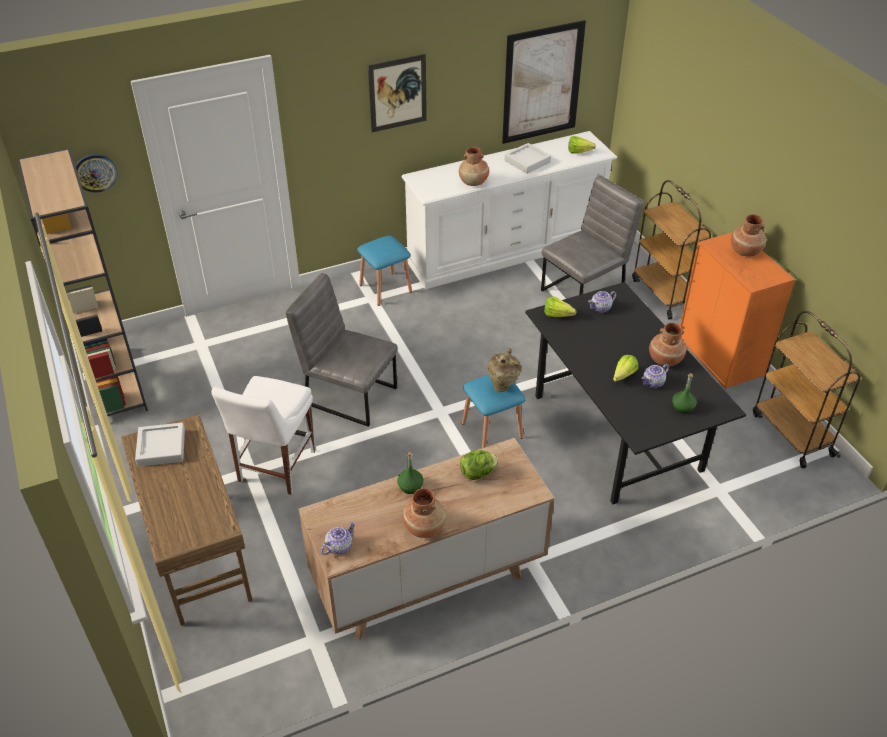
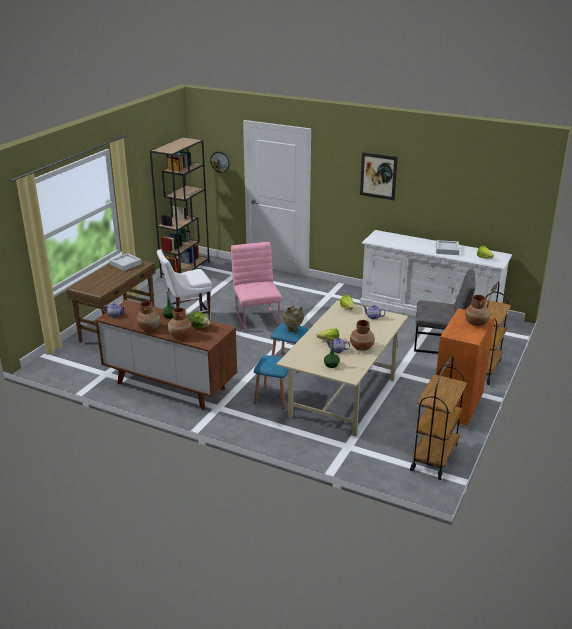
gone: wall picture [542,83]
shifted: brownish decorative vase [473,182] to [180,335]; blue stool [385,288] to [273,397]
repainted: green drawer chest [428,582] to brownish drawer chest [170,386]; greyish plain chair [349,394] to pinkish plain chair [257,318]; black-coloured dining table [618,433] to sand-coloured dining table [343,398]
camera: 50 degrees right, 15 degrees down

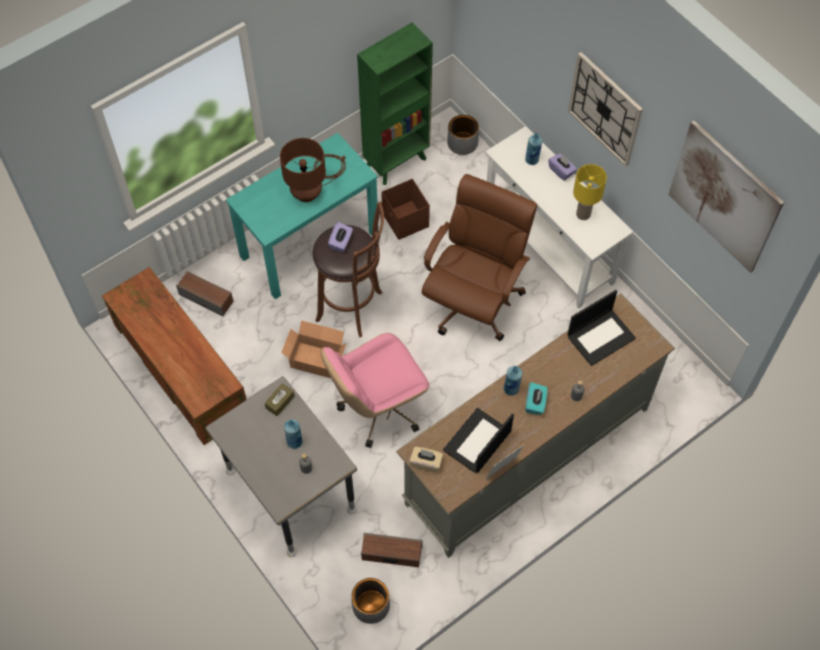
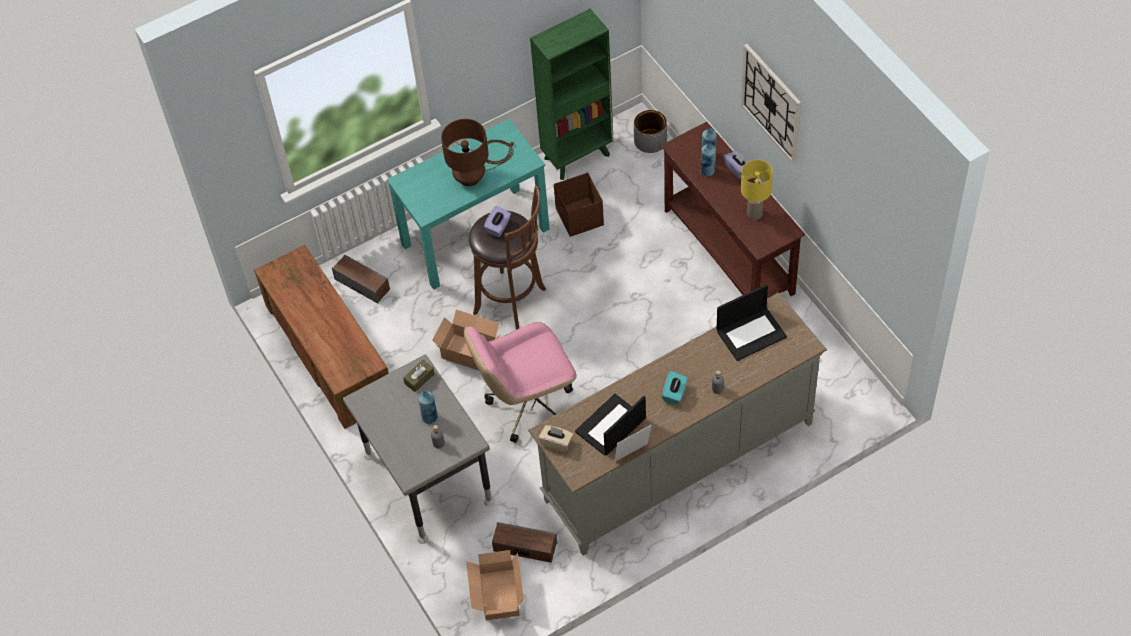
gone: brownish desk chair [473,302]; wall picture [724,197]
shifted: blue beverage bottle [511,389] to [708,171]
swapped: greyish planter [370,606] to packing box [497,596]
repainted: whitish narrow table [549,246] to brownish narrow table [729,252]
camera: 10 degrees right, 5 degrees down

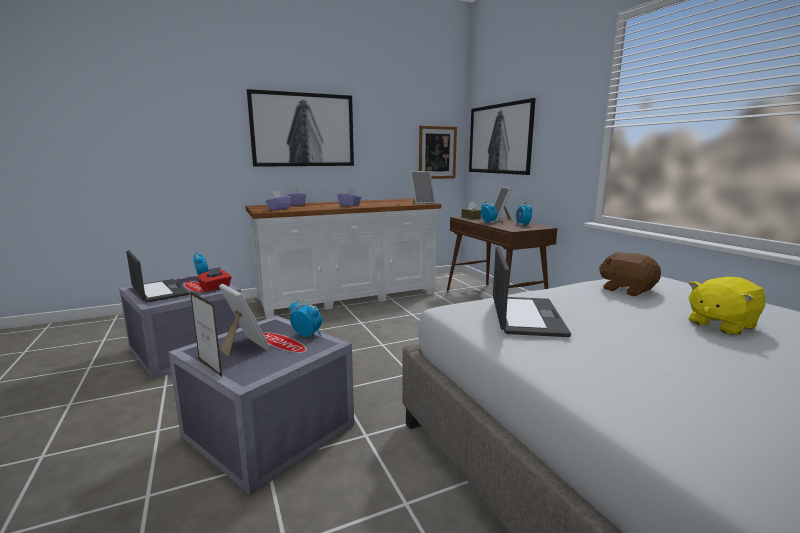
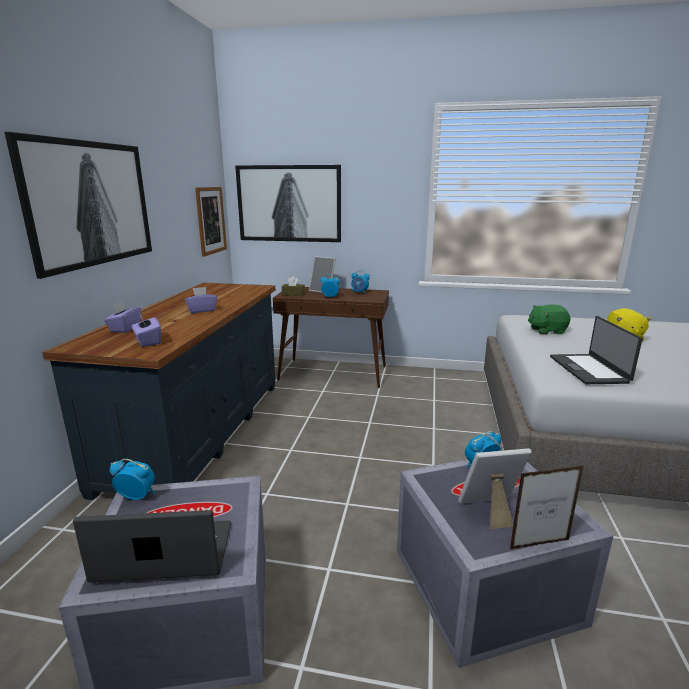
gone: red-coloured tissue holder [215,288]; photo frame [421,203]
repainted: whitish drawer chest [348,296] to blue drawer chest [201,431]; brownish plush toy [627,290] to green plush toy [546,331]
rotated: notebook computer [525,316] = [589,369] 135 degrees counterclockwise
camera: 55 degrees left, 5 degrees up

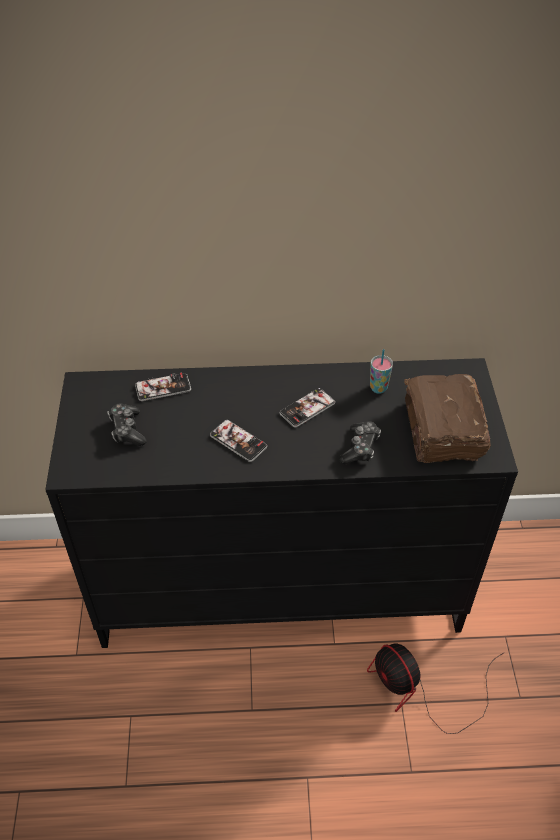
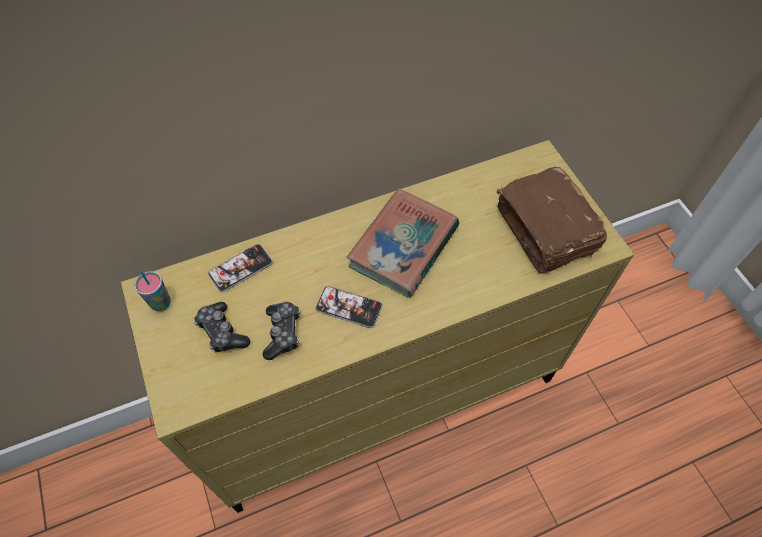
gone: electric fan [420,690]
shifted: drinking cup [378,388] to [161,303]; gamepad [360,448] to [283,333]
swapped: handset [307,408] to volume [403,246]
repainted: black-coloured drawer chest [280,586] to sand-coloured drawer chest [380,392]
camera: 20 degrees left, 10 degrees up

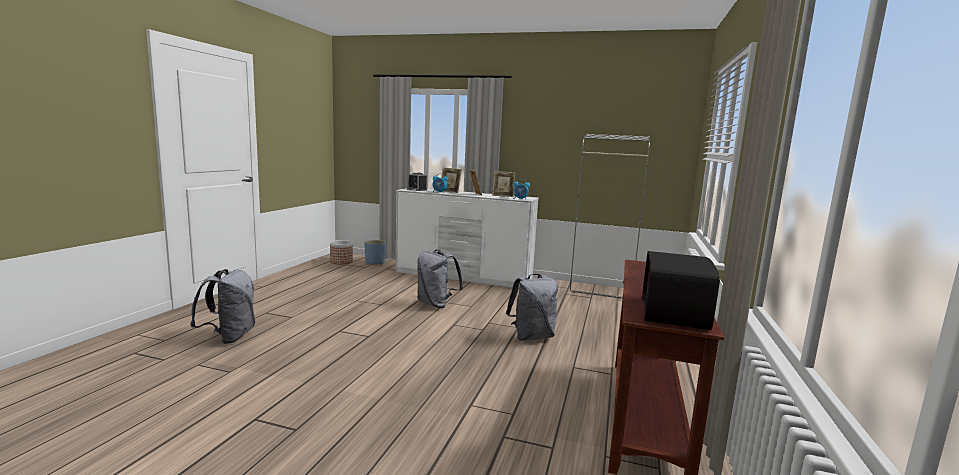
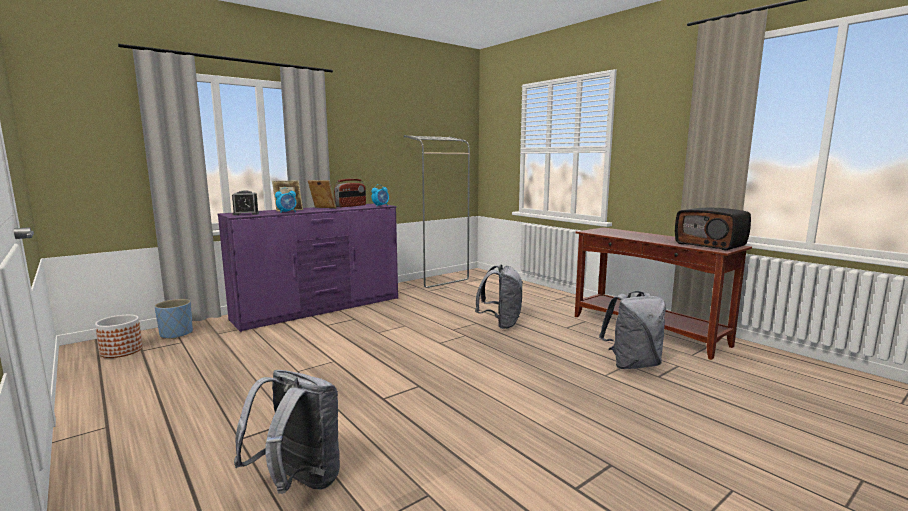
shifted: greyish rucksack [436,304] to [632,364]
swapped: photo frame [503,196] to radio receiver [351,206]
repainted: whitish drawer chest [463,277] to purple drawer chest [320,309]
camera: 55 degrees left, 0 degrees up

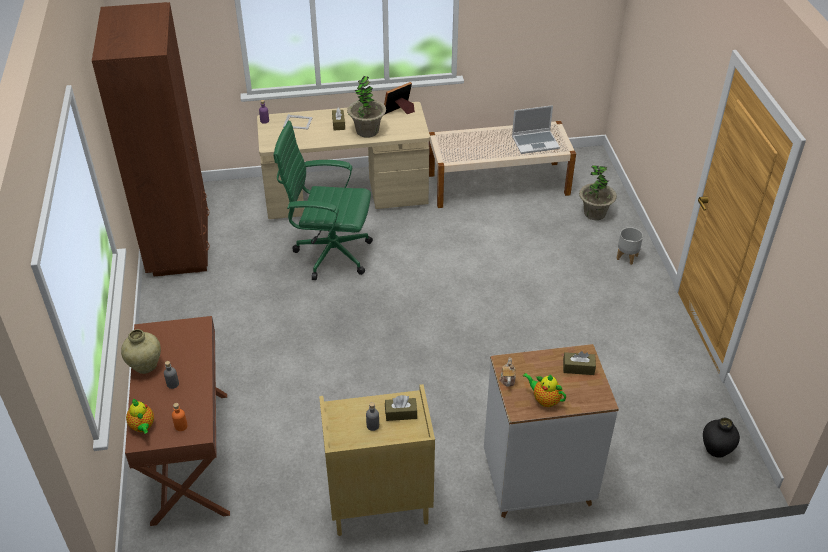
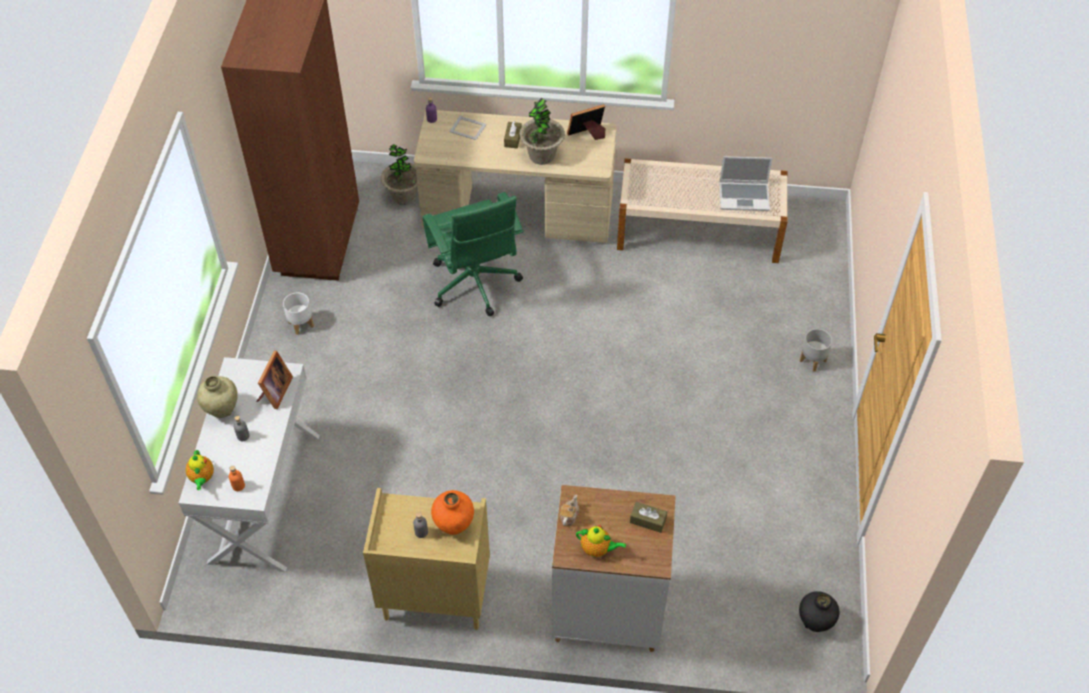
new: photo frame [274,392]; whitish planter [301,324]
shifted: houseplant [594,213] to [404,196]
swapped: brownish tissue holder [401,413] to orangey decorative vase [454,525]
repainted: brownish narrow table [190,456] to whitish narrow table [264,497]
rotated: green desk chair [329,254] = [476,286] 135 degrees counterclockwise; tea pot [544,399] = [597,549] 150 degrees clockwise
camera: 15 degrees right, 10 degrees up

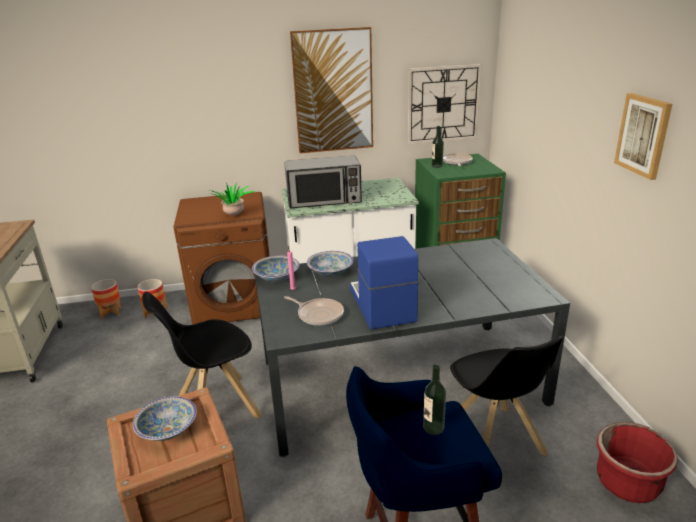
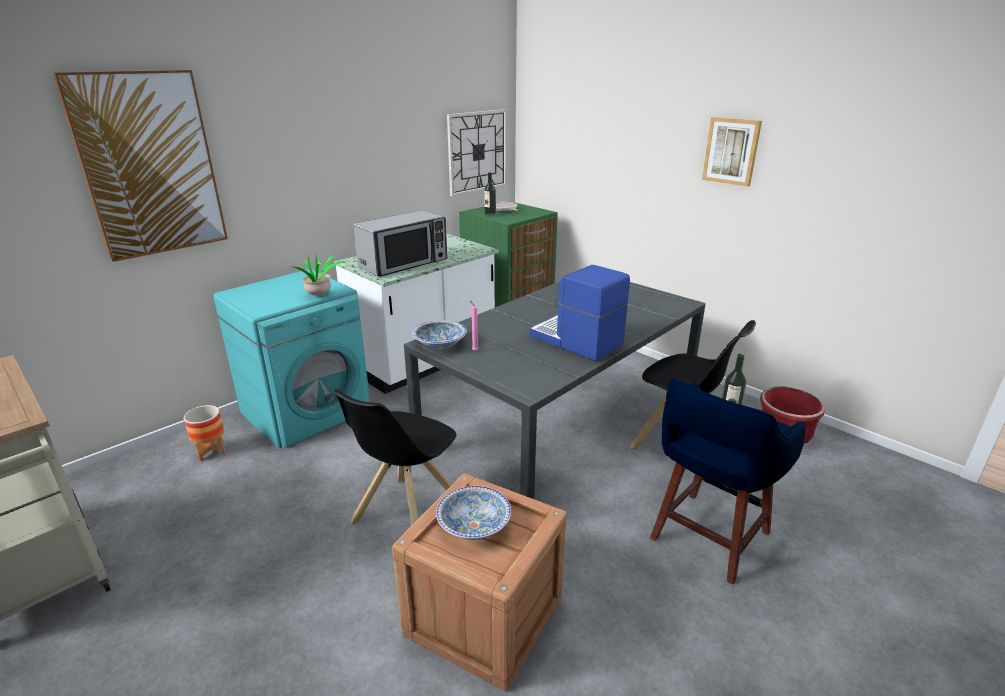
gone: planter [111,313]; skillet [318,314]; serving bowl [330,272]
shifted: wall picture [333,91] to [149,165]
repainted: brownish laundry appliance [235,303] to turquoise laundry appliance [309,411]
camera: 35 degrees left, 0 degrees up

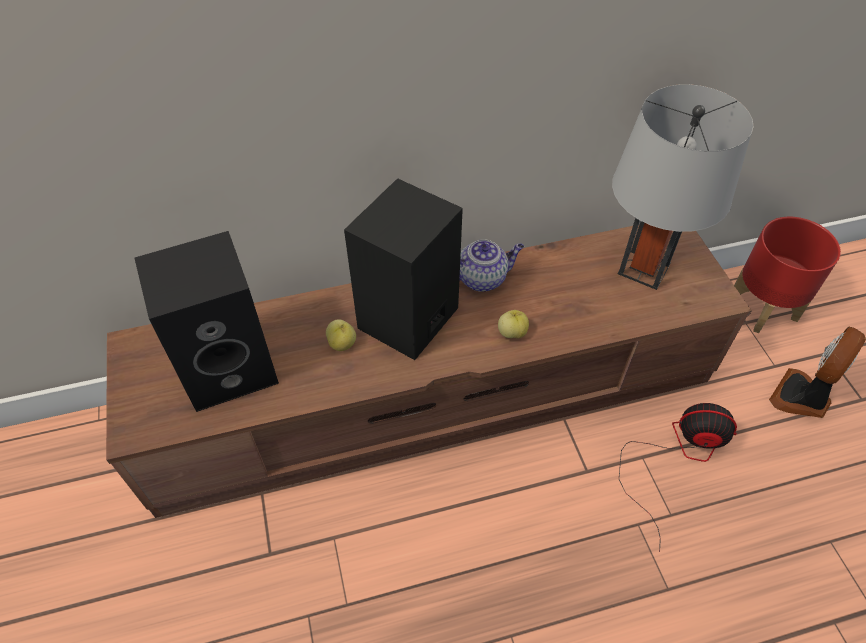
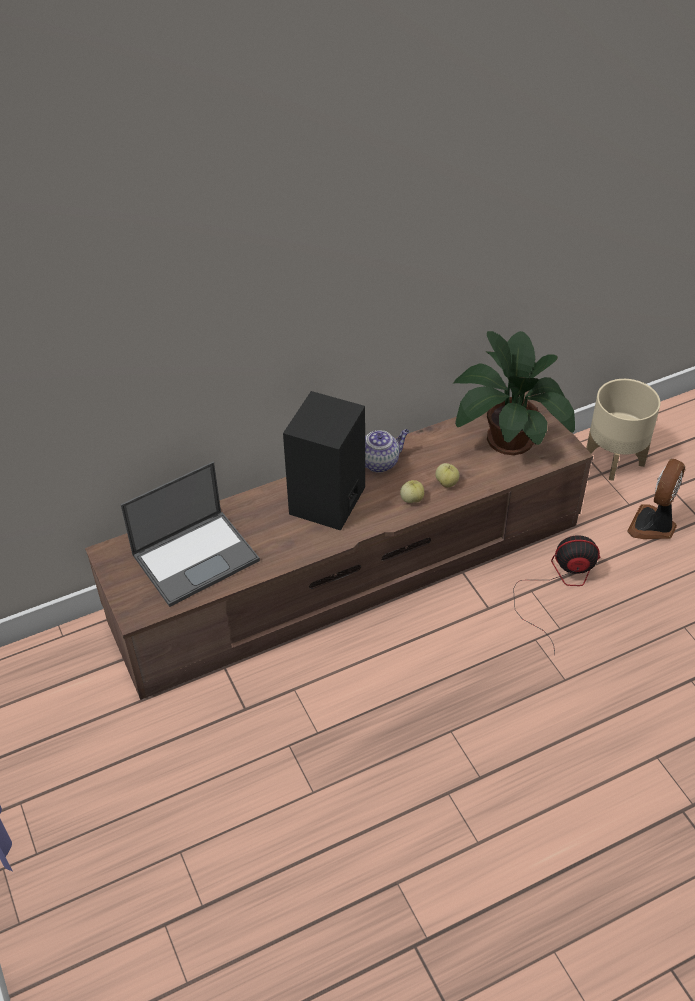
shifted: whole apple [342,343] to [447,482]
swapped: black-coloured loudspeaker [231,366] to notebook computer [196,556]; greyish table lamp [644,269] to houseplant [506,436]
repainted: red-coloured planter [763,307] to sand-coloured planter [615,459]
camera: 10 degrees left, 5 degrees down

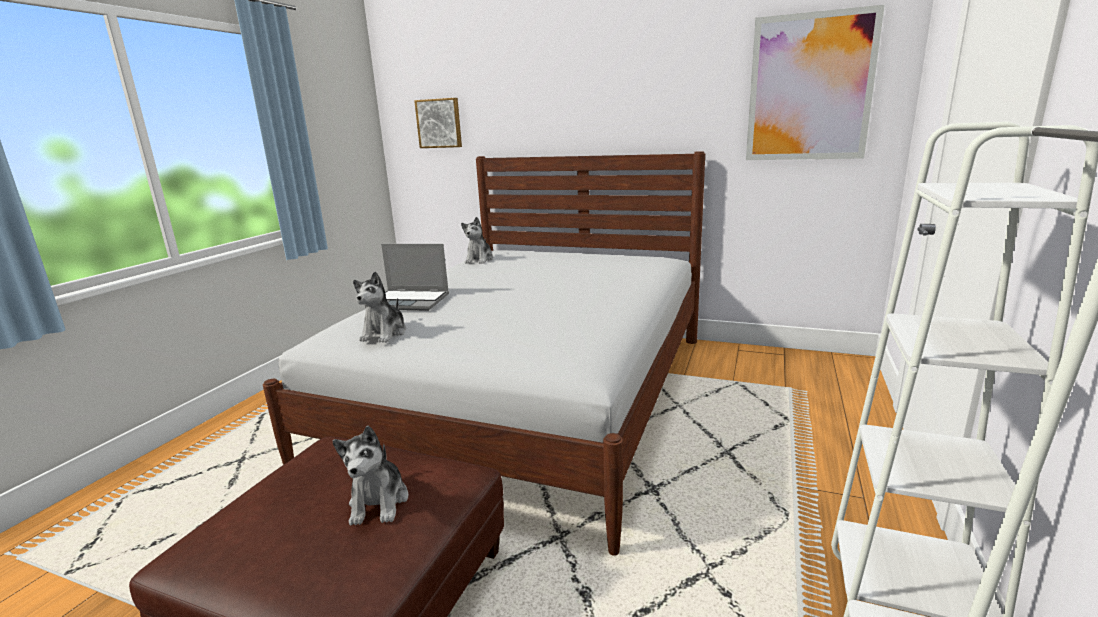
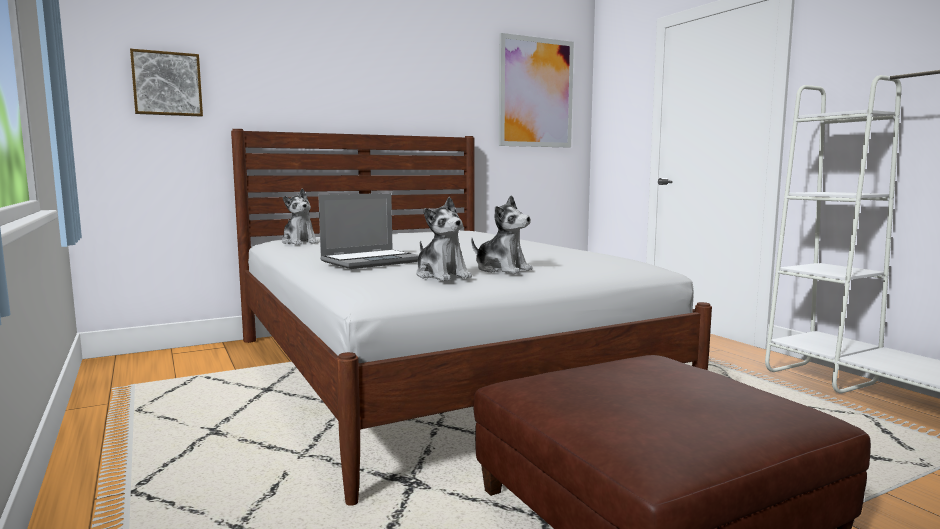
shifted: plush toy [379,502] to [502,269]
camera: 50 degrees left, 10 degrees down

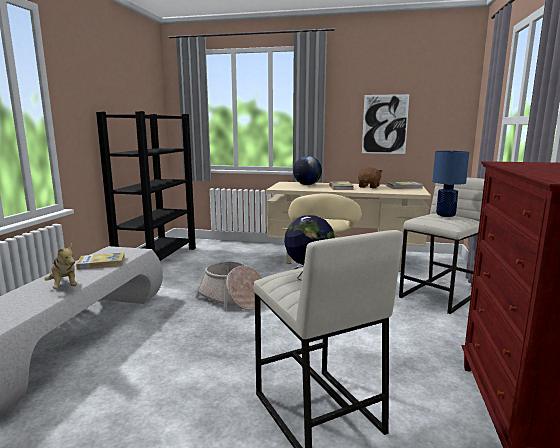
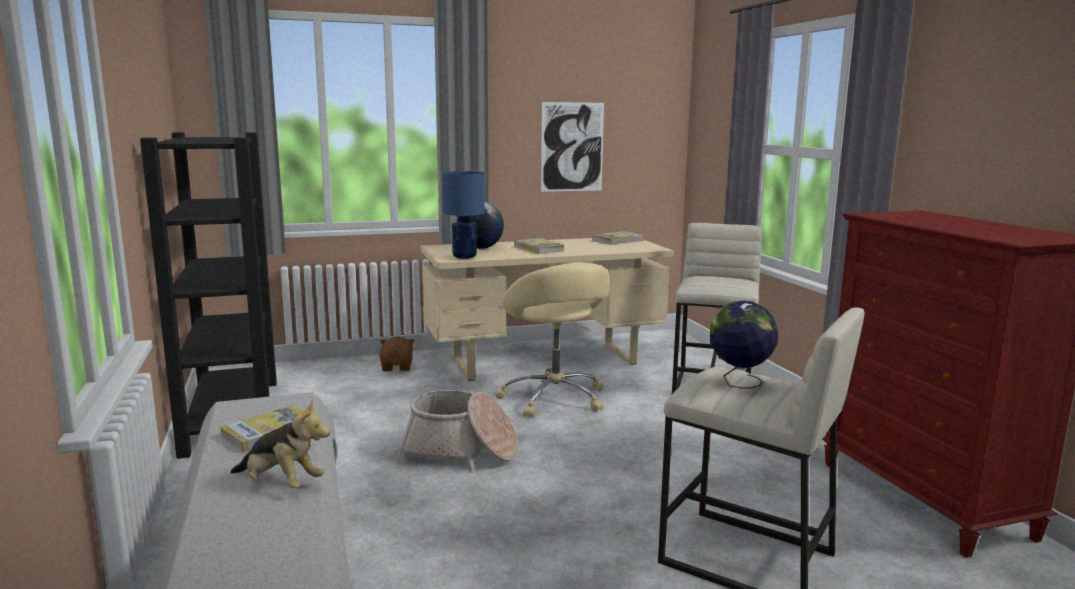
shifted: brownish plush toy [369,187] to [397,367]; blue table lamp [445,216] to [464,257]
camera: 30 degrees left, 0 degrees up

